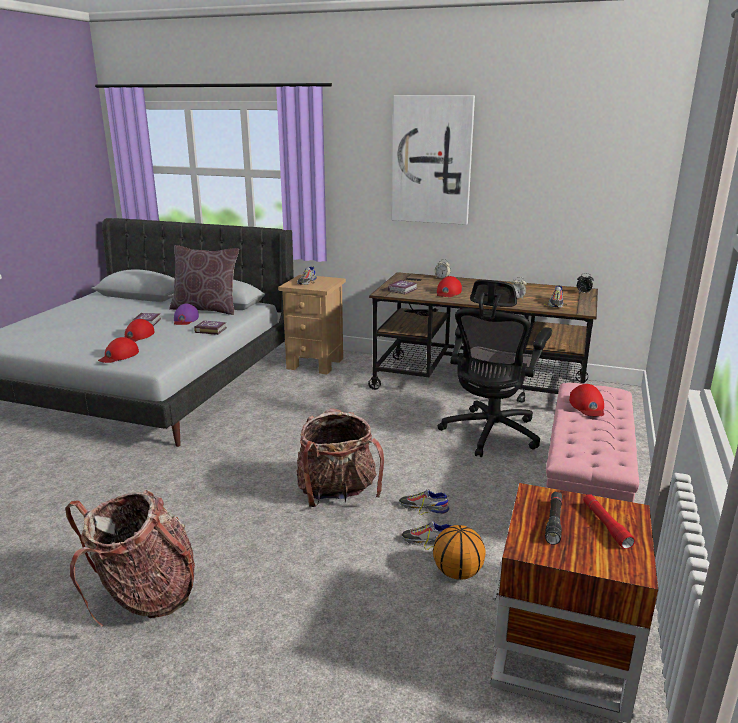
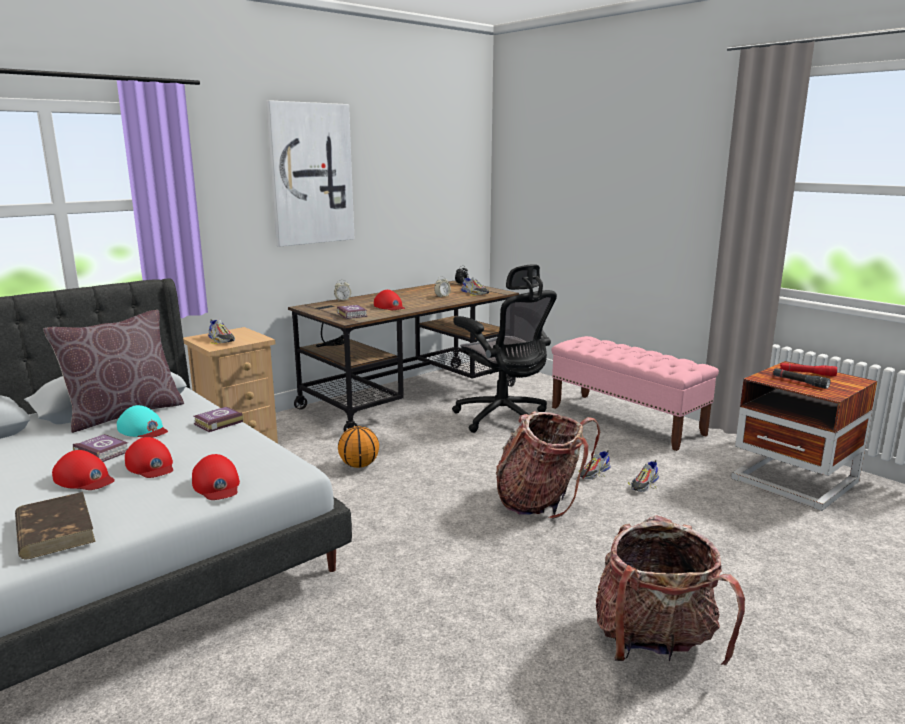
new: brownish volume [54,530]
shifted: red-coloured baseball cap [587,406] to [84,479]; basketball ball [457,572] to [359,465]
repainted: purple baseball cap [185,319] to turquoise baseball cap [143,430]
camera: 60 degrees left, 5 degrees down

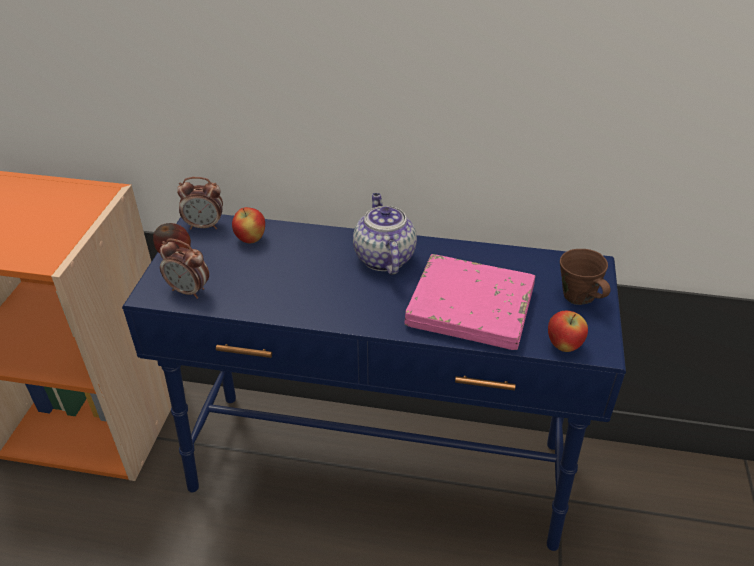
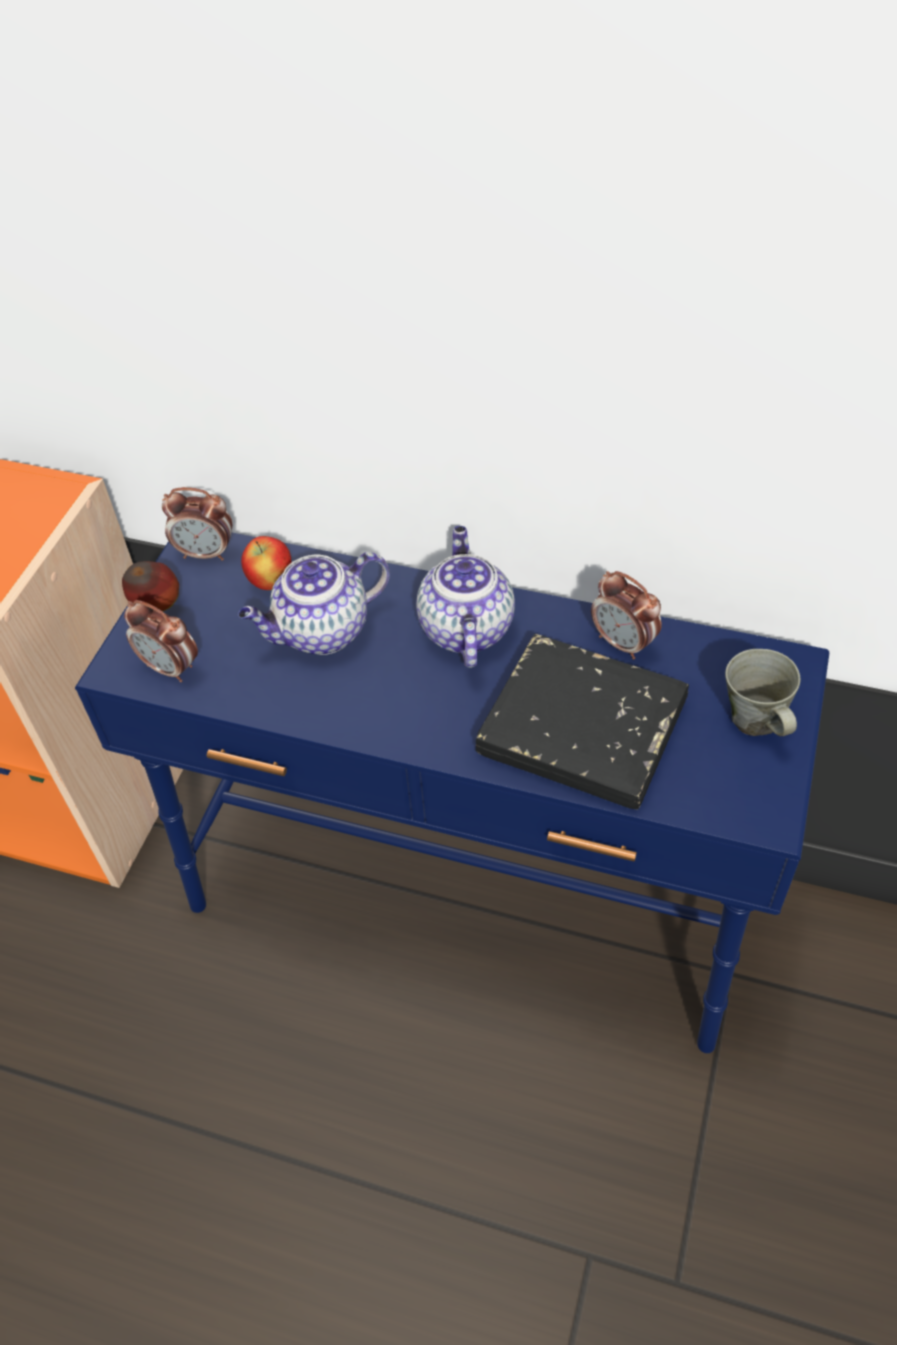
gone: whole apple [563,346]
new: tea pot [321,632]; table clock [623,643]
repainted: pinkish volume [470,308] to black-coloured volume [582,728]; brownish mug [579,296] to greyish mug [756,720]
camera: 10 degrees right, 10 degrees up

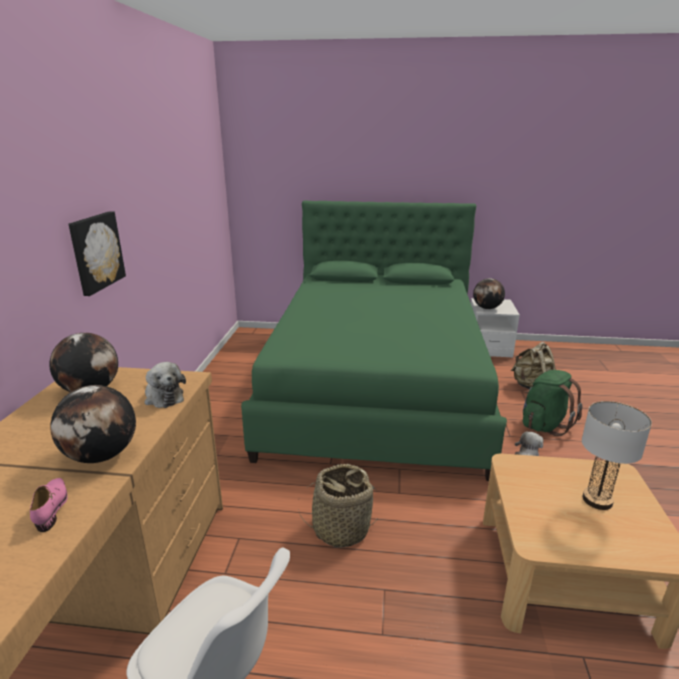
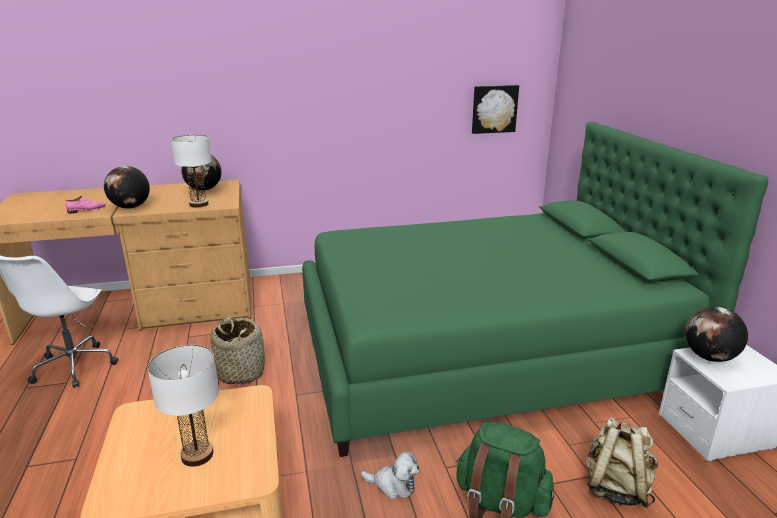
shifted: wall picture [96,252] to [494,109]
swapped: plush toy [163,396] to table lamp [199,204]
camera: 70 degrees right, 0 degrees up

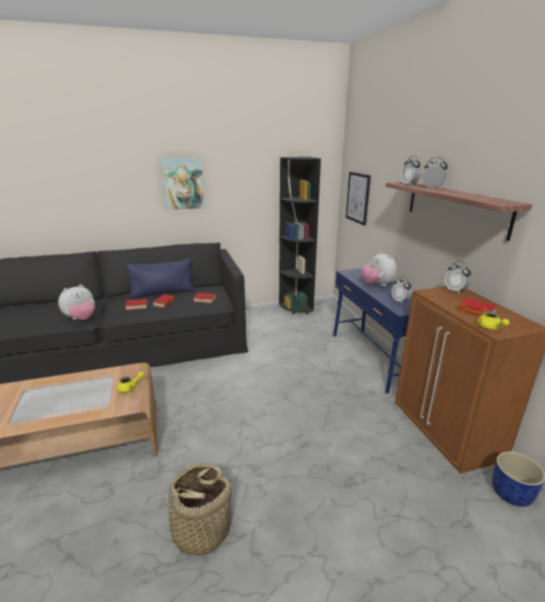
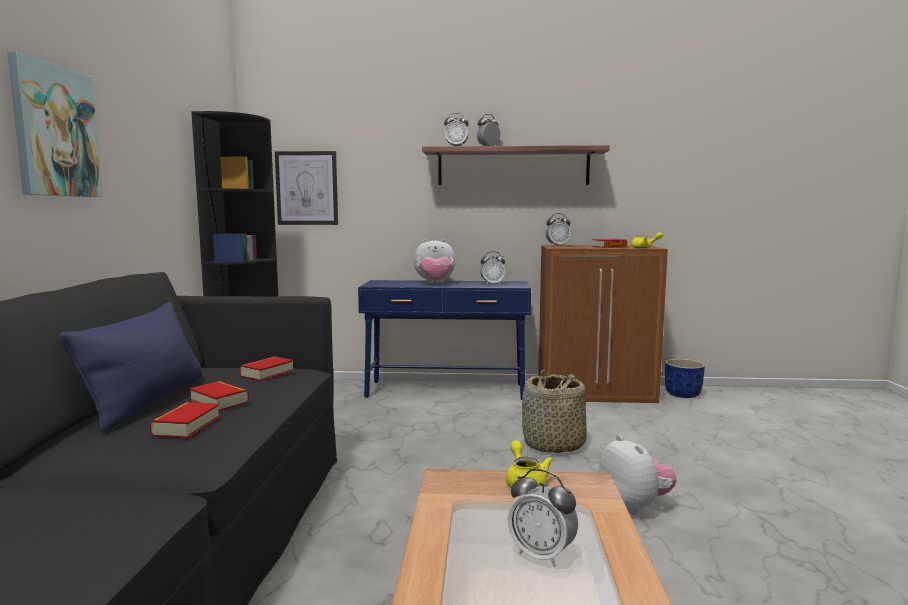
new: table clock [541,555]
shifted: basket [201,529] to [553,444]; plush toy [81,319] to [634,506]
camera: 70 degrees left, 15 degrees down

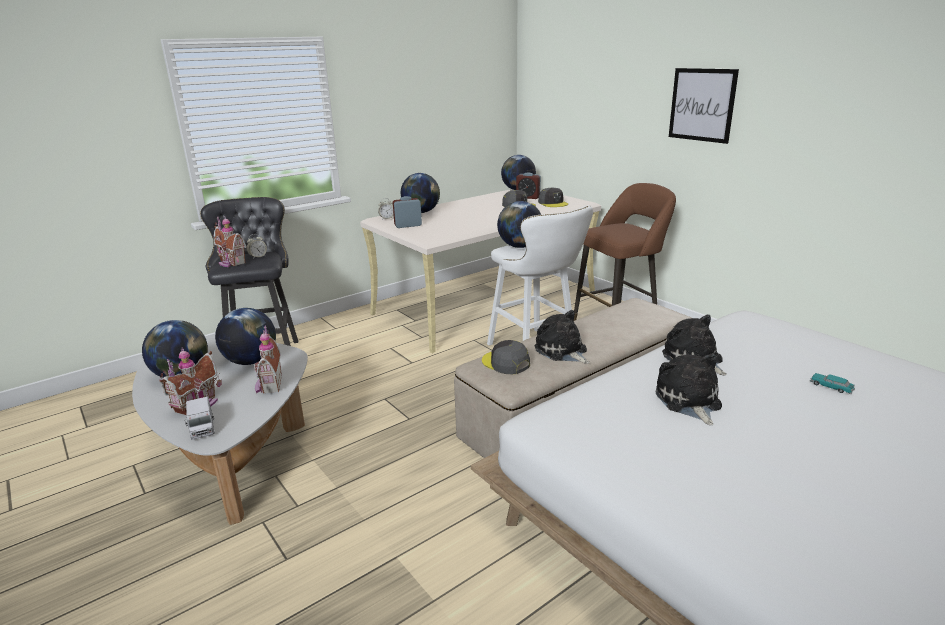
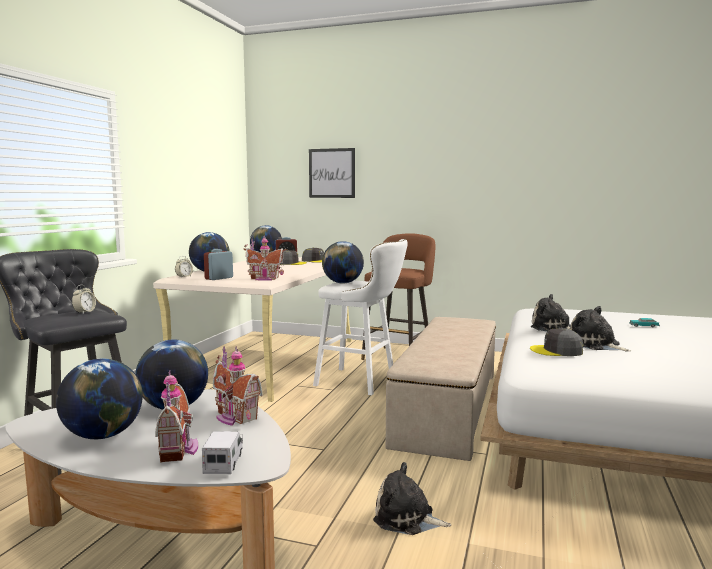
shifted: miniature house [230,263] to [264,279]; wall picture [702,105] to [332,173]; plush toy [562,351] to [407,518]; greyish baseball cap [505,363] to [557,351]
rotated: toy truck [202,428] = [224,463] 120 degrees counterclockwise
camera: 35 degrees left, 15 degrees down

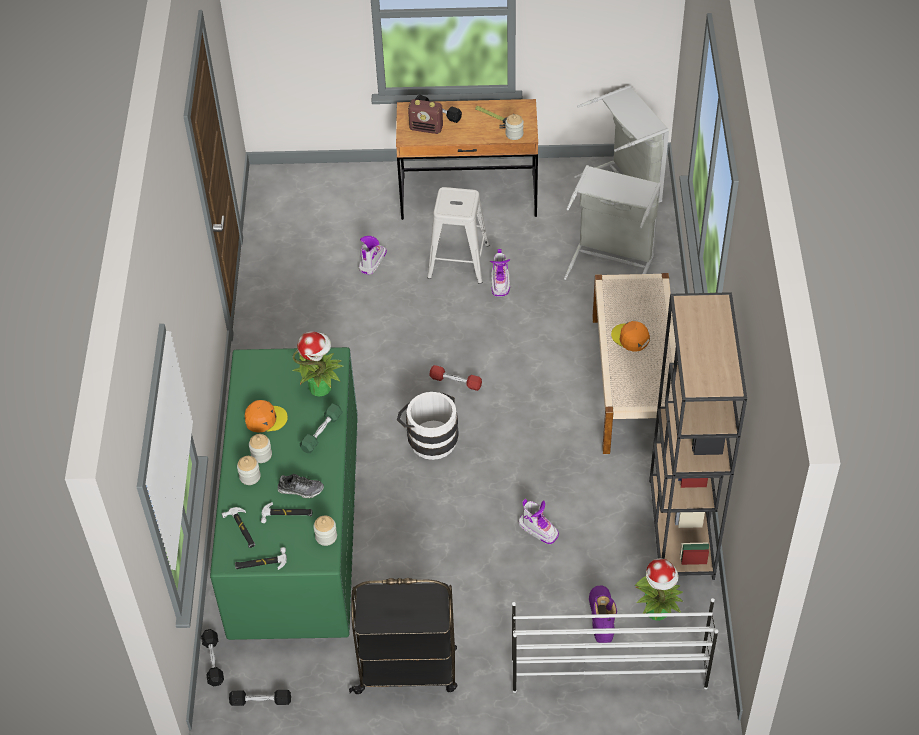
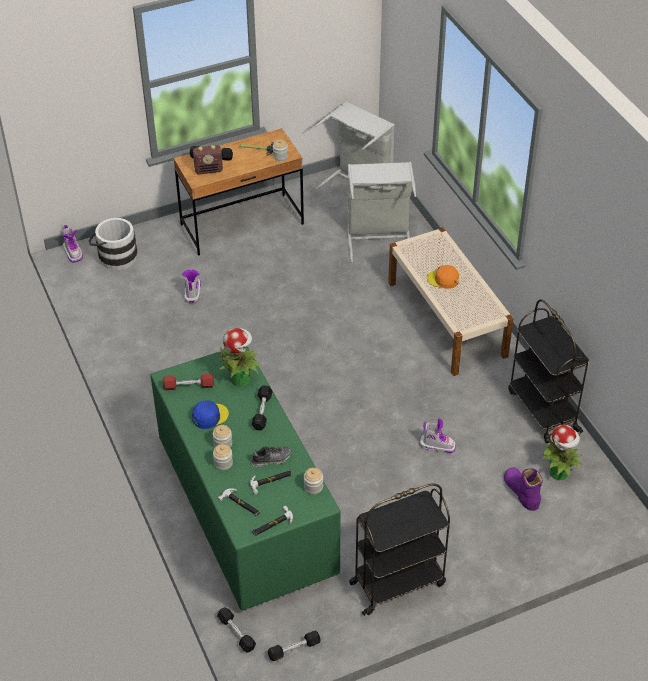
gone: whitish stool [458,261]; whitish shoe shelf [608,673]
shifted: high-top boot [500,283] to [73,253]; whitish pail [430,437] to [115,256]; red-coloured free weight [456,382] to [189,386]
swapped: bookcase [682,529] to black-coloured wheeled cart [542,410]
repainted: orangey baseball cap [265,419] to blue baseball cap [209,416]; green free weight [321,432] to black-coloured free weight [262,412]
camera: 25 degrees left, 5 degrees down

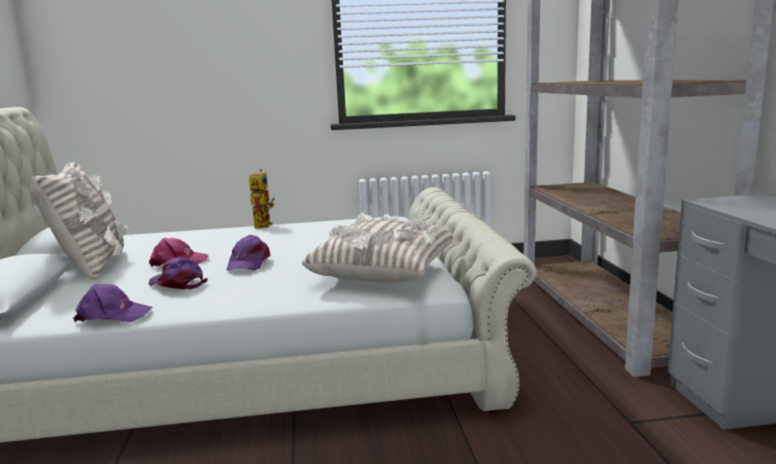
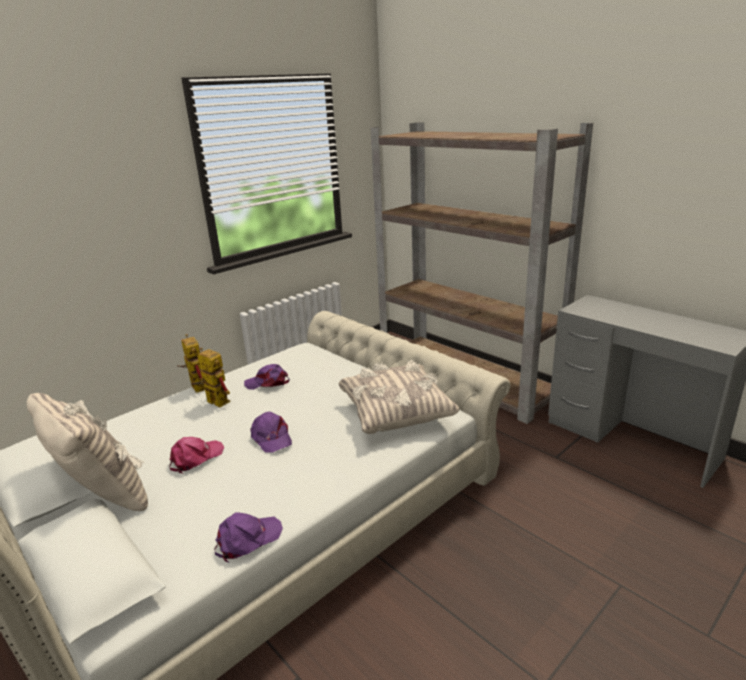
new: model robot [213,401]
shifted: purple baseball cap [177,283] to [268,382]
camera: 35 degrees left, 10 degrees up

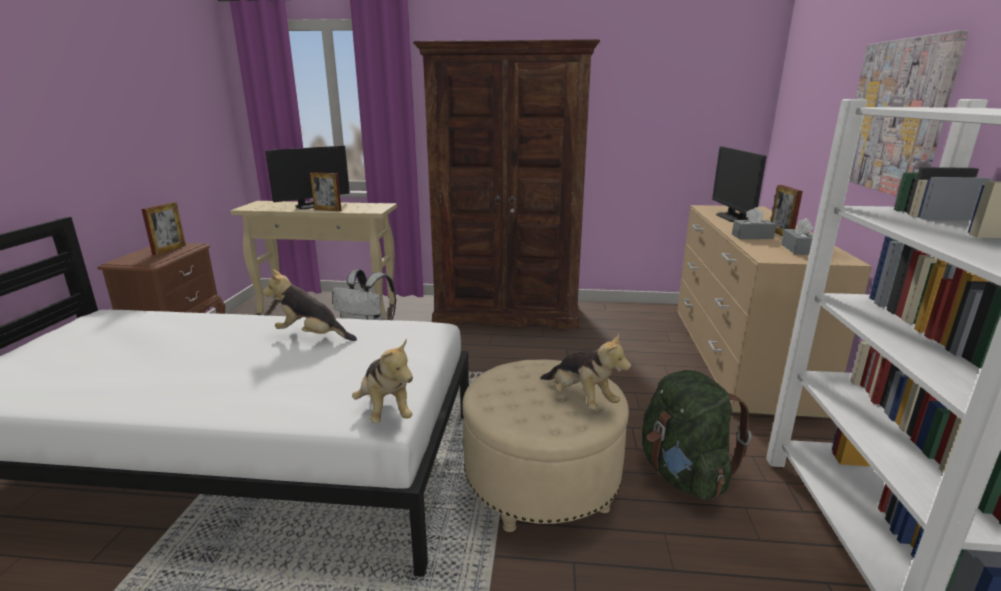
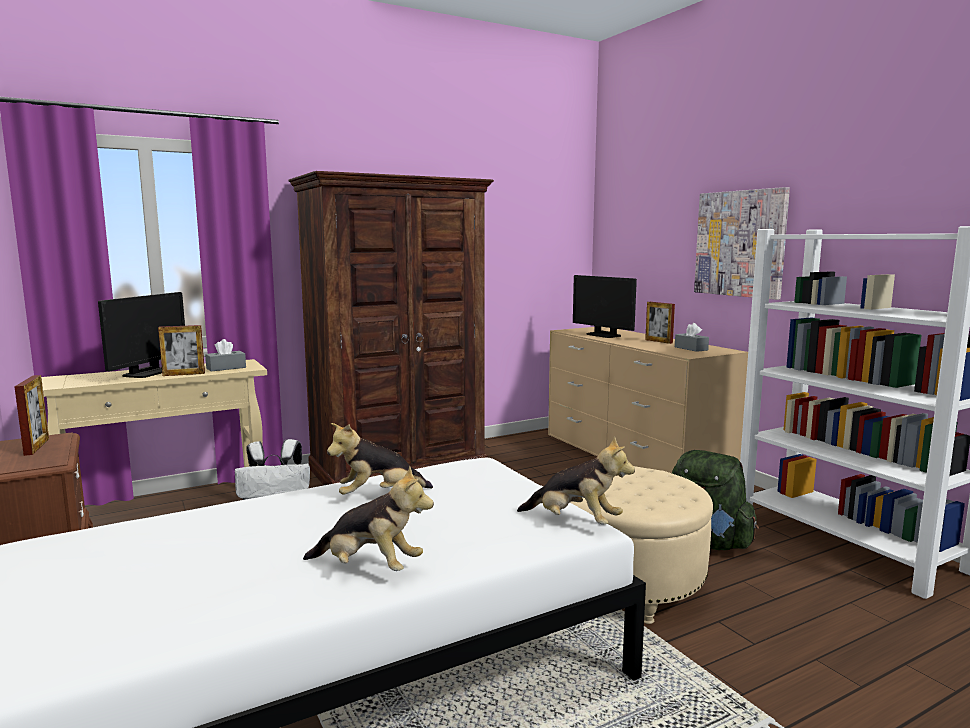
shifted: greyish tissue holder [752,236] to [226,368]; plush toy [580,399] to [369,568]
camera: 35 degrees left, 10 degrees down

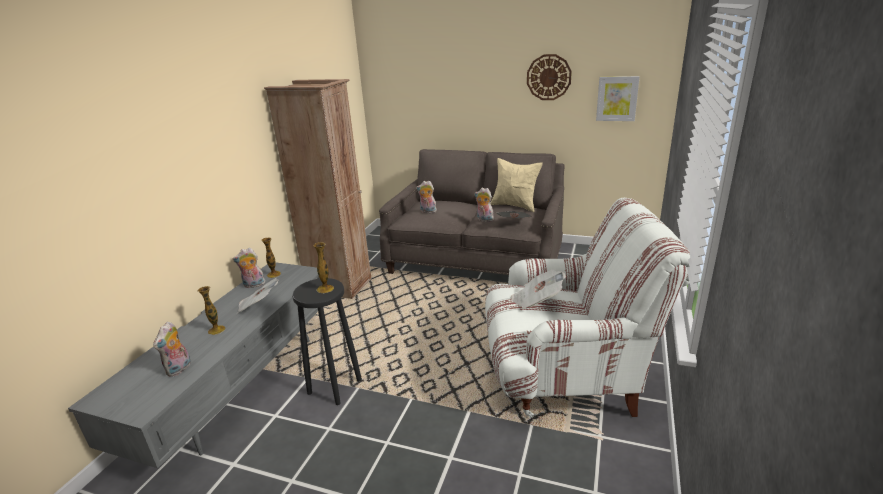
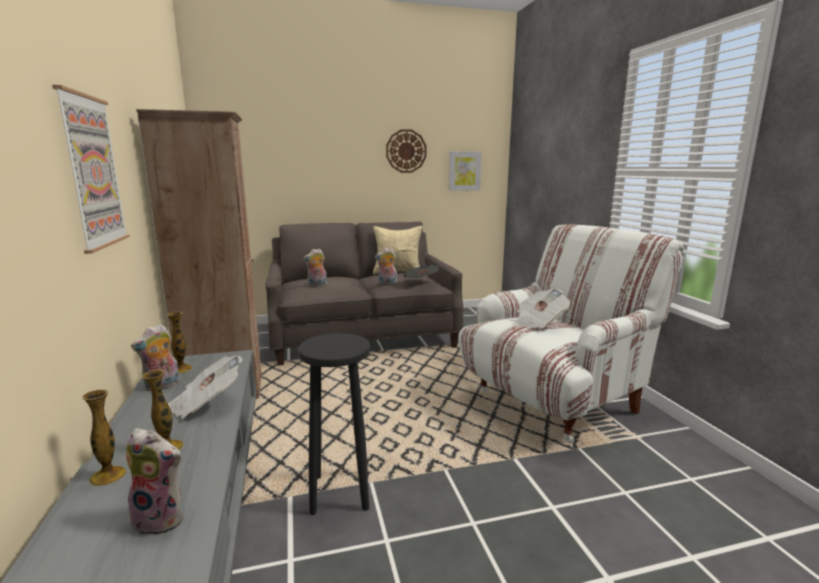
new: wall picture [93,172]
shifted: decorative vase [325,289] to [108,476]
rotated: plush toy [179,369] = [162,518] 60 degrees counterclockwise
camera: 35 degrees left, 10 degrees down

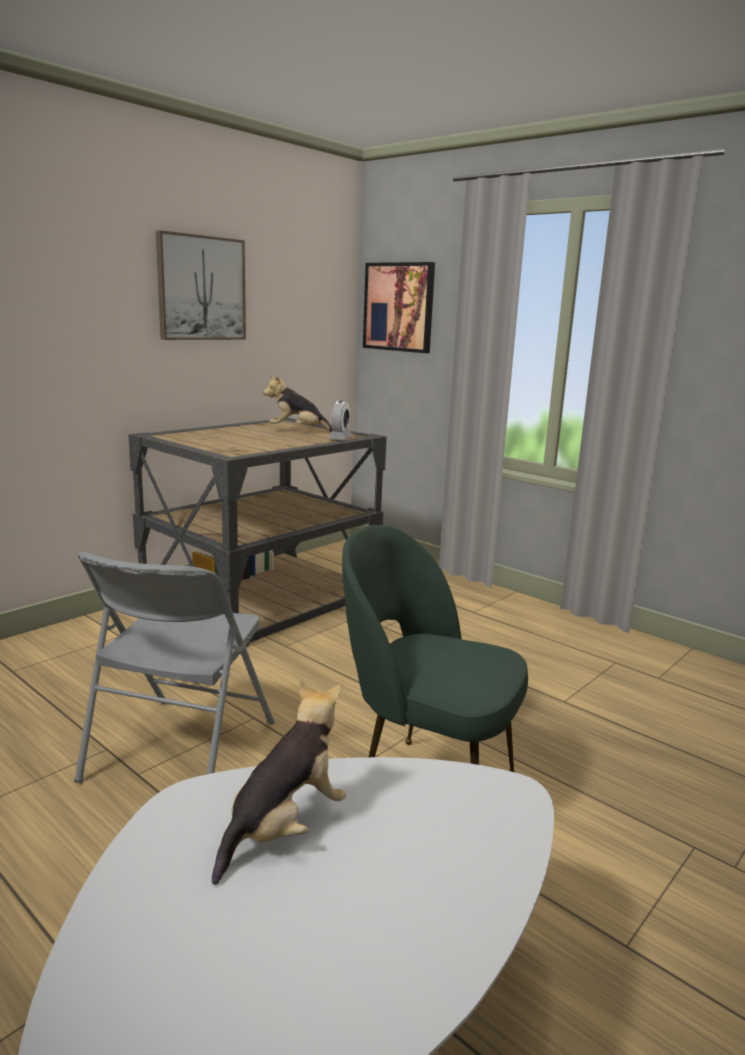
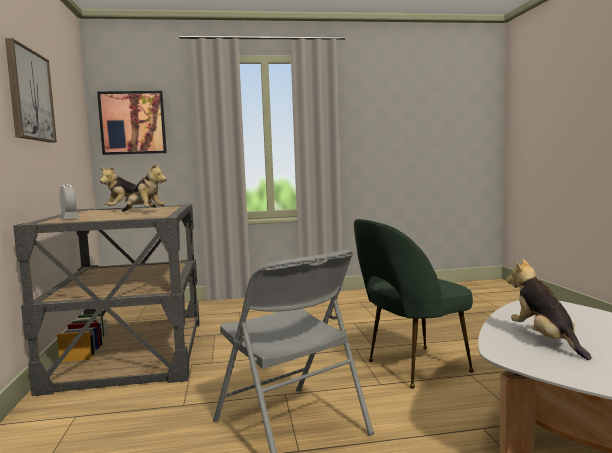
new: plush toy [144,212]
shifted: table clock [340,438] to [69,218]
camera: 50 degrees left, 10 degrees down

